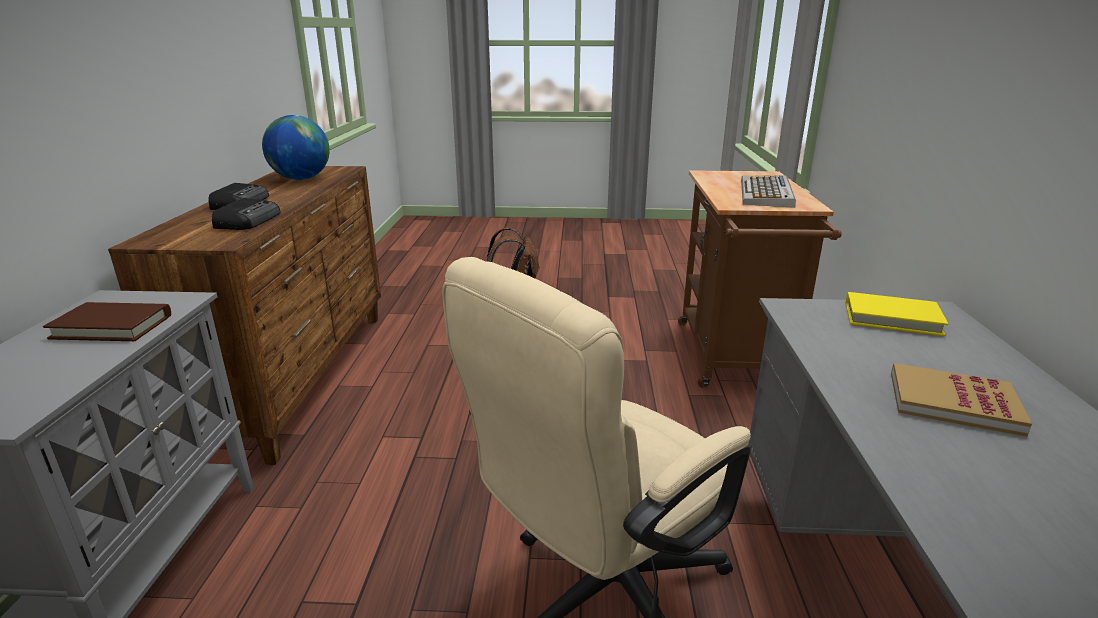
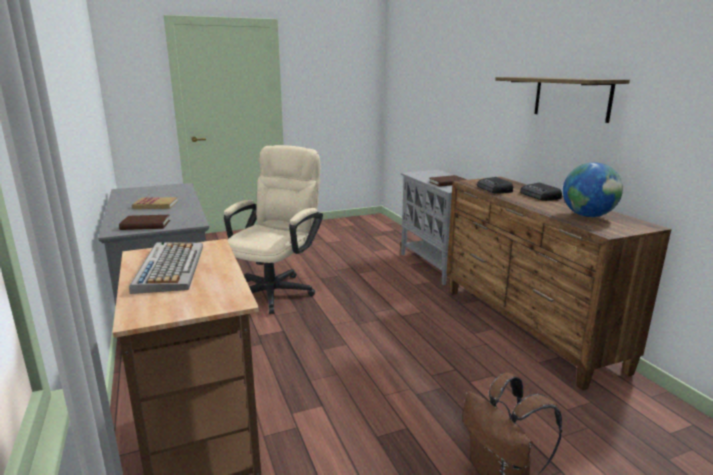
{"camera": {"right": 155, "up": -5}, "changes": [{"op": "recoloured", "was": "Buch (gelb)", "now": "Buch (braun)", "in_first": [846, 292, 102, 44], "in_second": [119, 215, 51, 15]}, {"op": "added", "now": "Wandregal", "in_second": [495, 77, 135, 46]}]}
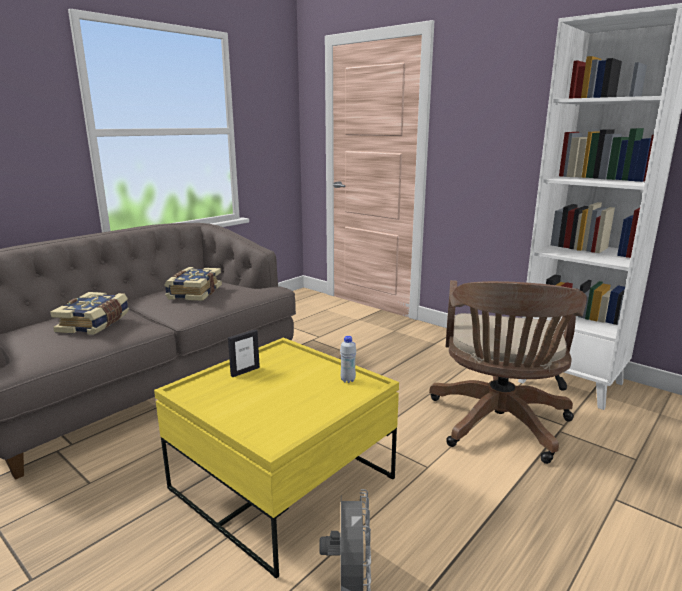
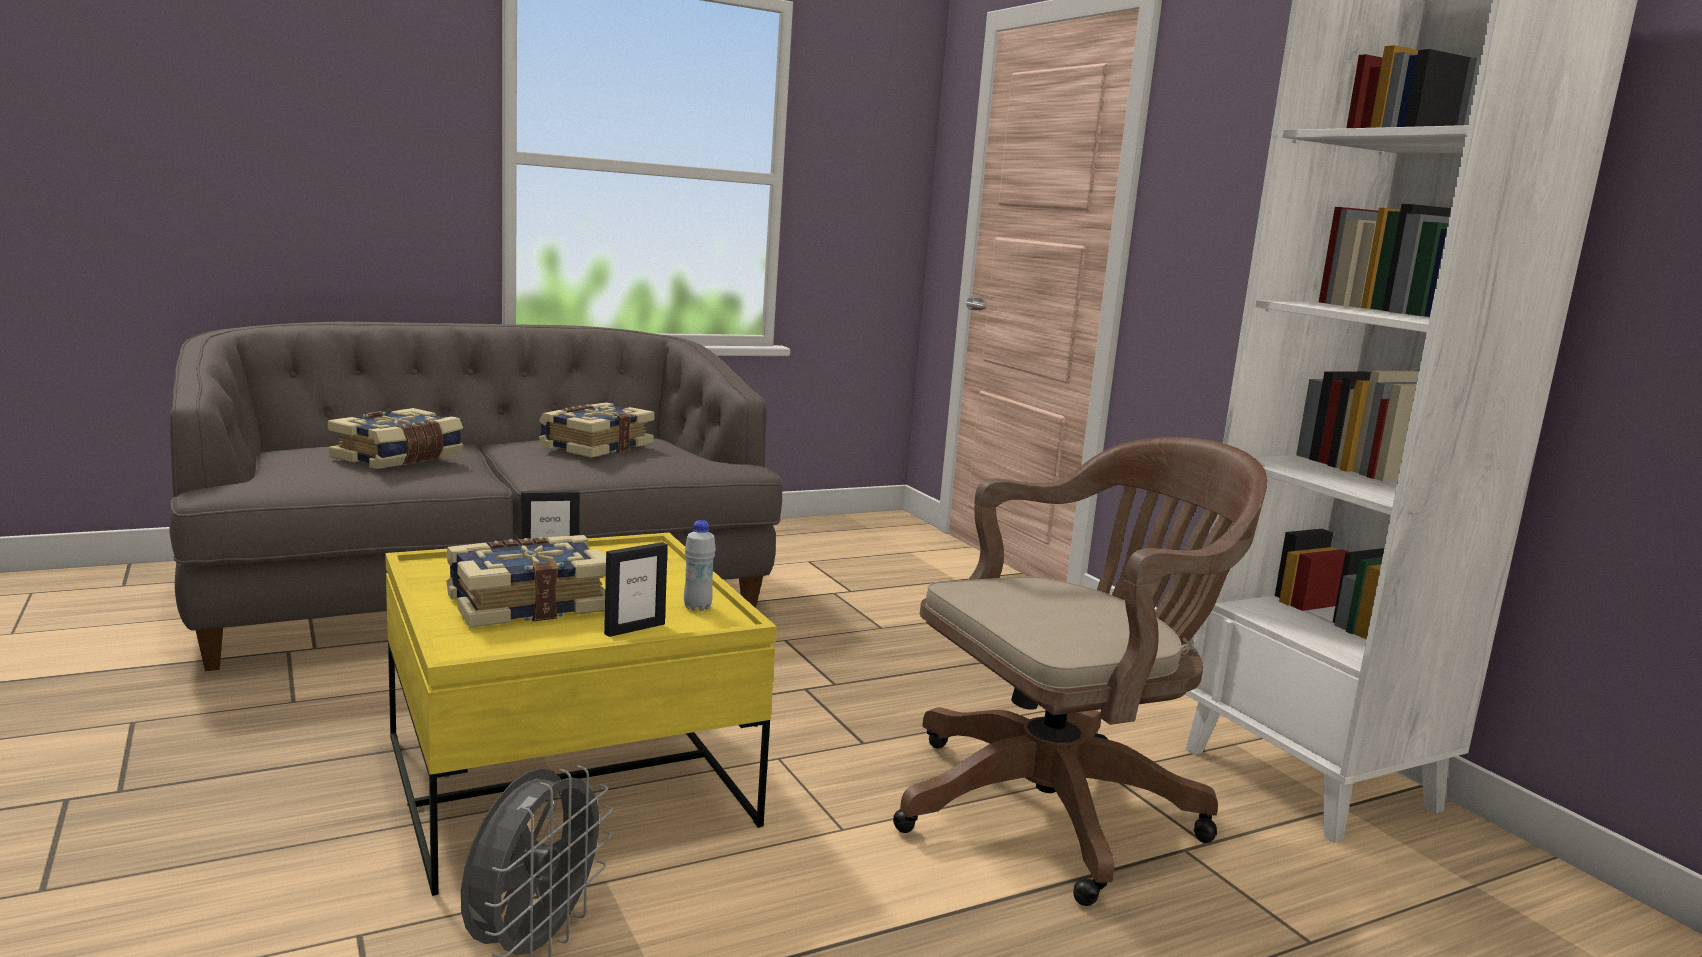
{"camera": {"right": 20, "up": -5}, "changes": [{"op": "added", "now": "Buch", "in_second": [446, 535, 160, 92]}, {"op": "added", "now": "Bilderrahmen", "in_second": [604, 542, 64, 95]}, {"op": "turned", "was": "Bürostuhl (braun)", "in_first": [429, 280, 158, 184], "in_second": [893, 437, 375, 469], "clockwise": -150}]}
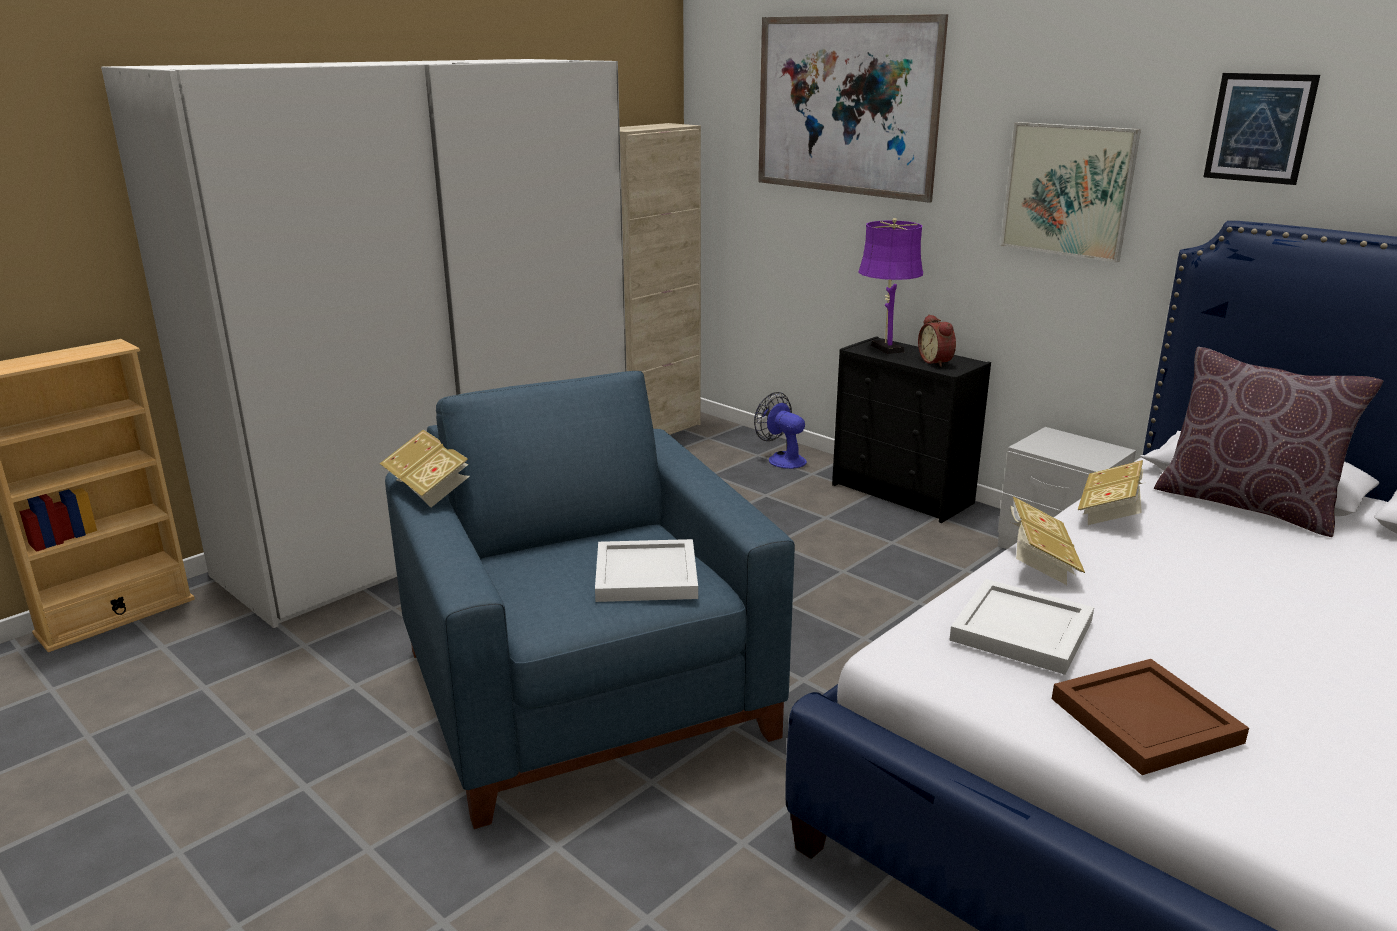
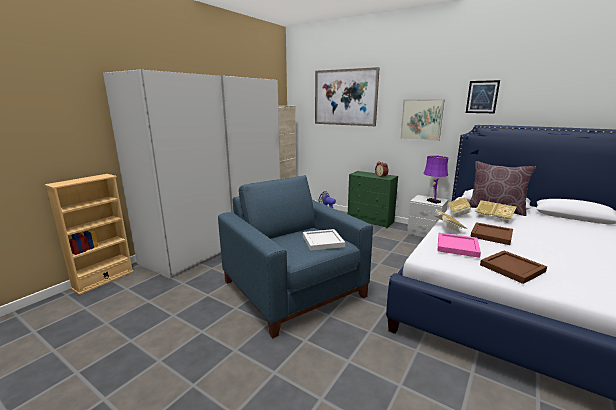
{"camera": {"right": -10, "up": -5}, "changes": [{"op": "recoloured", "was": "Kommode (schwarz)", "now": "Kommode (grün)", "in_first": [832, 336, 159, 187], "in_second": [348, 171, 50, 57]}, {"op": "moved", "was": "Tischlampe (lila)", "in_first": [858, 218, 65, 136], "in_second": [423, 155, 25, 49]}, {"op": "recoloured", "was": "Tablett (weiß)", "now": "Tablett (rosa)", "in_first": [949, 579, 145, 96], "in_second": [438, 233, 43, 25]}, {"op": "added", "now": "Tablett (braun)", "in_second": [470, 222, 43, 23]}, {"op": "moved", "was": "Buch", "in_first": [380, 430, 90, 77], "in_second": [475, 200, 41, 23]}]}
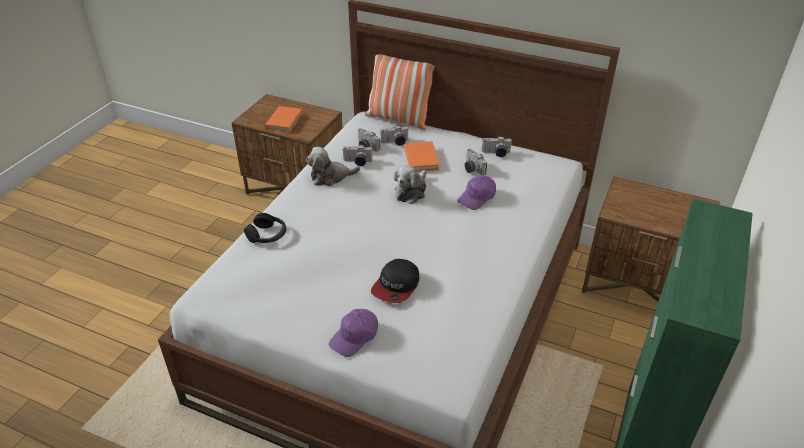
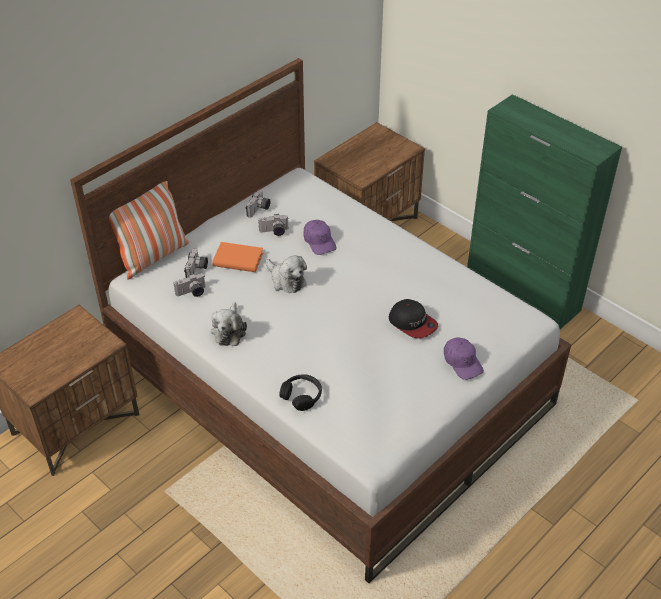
{"camera": {"right": -70, "up": 5}, "changes": [{"op": "removed", "was": "Buch (orange)", "in_first": [265, 106, 37, 27]}, {"op": "removed", "was": "Kamera", "in_first": [343, 145, 30, 21]}]}
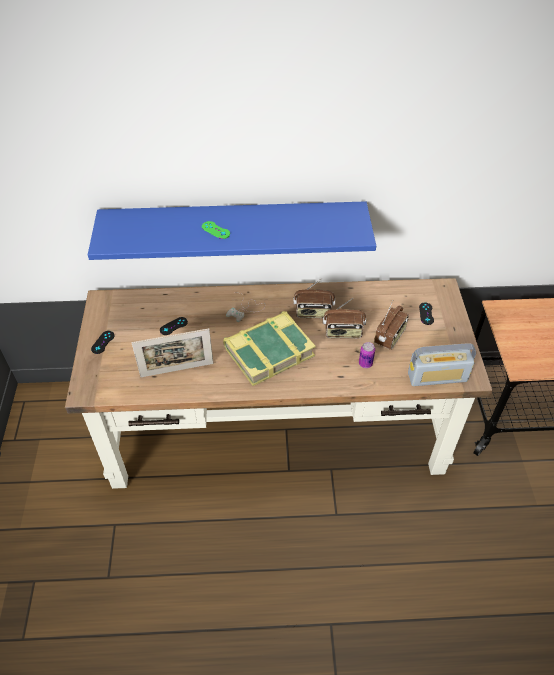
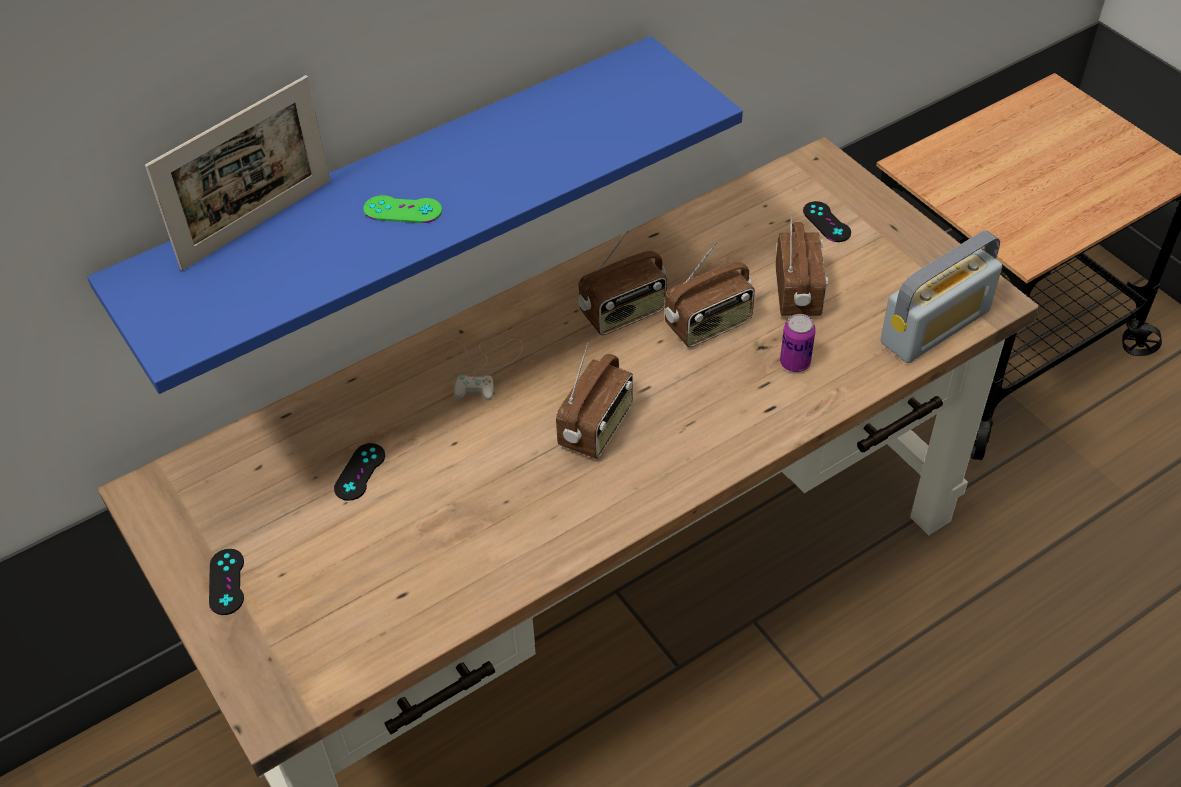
{"camera": {"right": -30, "up": 0}, "changes": [{"op": "moved", "was": "Bilderrahmen", "in_first": [132, 328, 82, 49], "in_second": [145, 75, 185, 196]}, {"op": "replaced", "was": "Buch", "now": "Radio", "in_first": [223, 311, 93, 75], "in_second": [556, 343, 77, 116]}]}
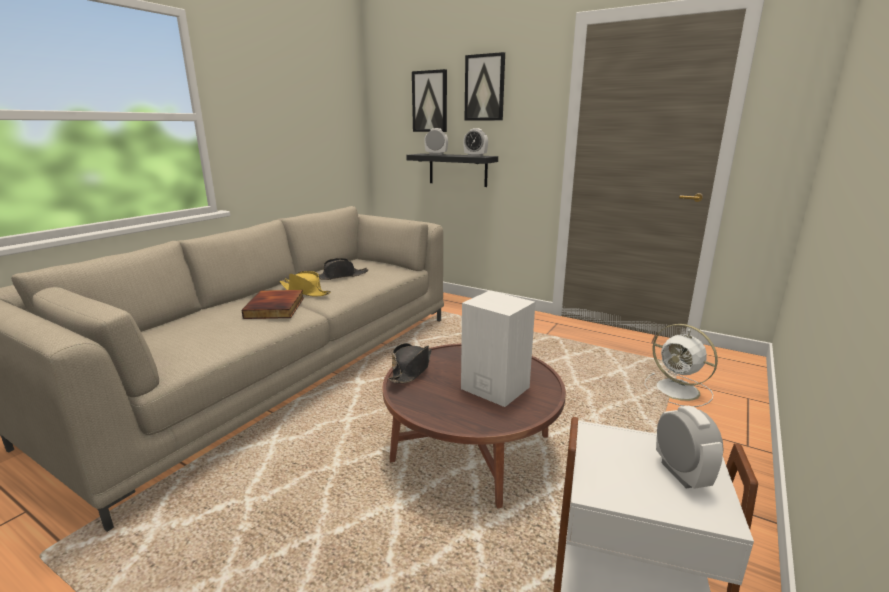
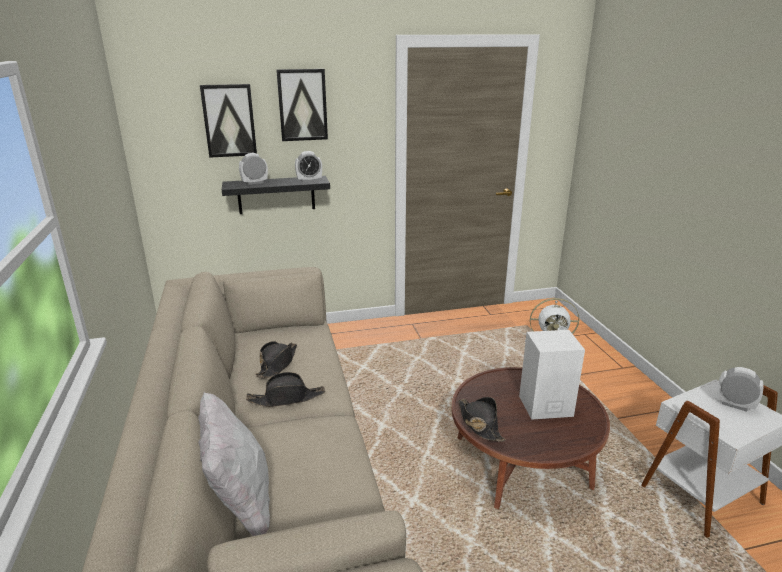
{"camera": {"right": -45, "up": 5}, "changes": [{"op": "added", "now": "Kissen (weiß)", "in_second": [198, 392, 72, 144]}, {"op": "recoloured", "was": "Hut (gelb)", "now": "Hut (schwarz)", "in_first": [279, 271, 52, 25], "in_second": [246, 372, 79, 35]}, {"op": "removed", "was": "Buch", "in_first": [242, 290, 62, 29]}]}
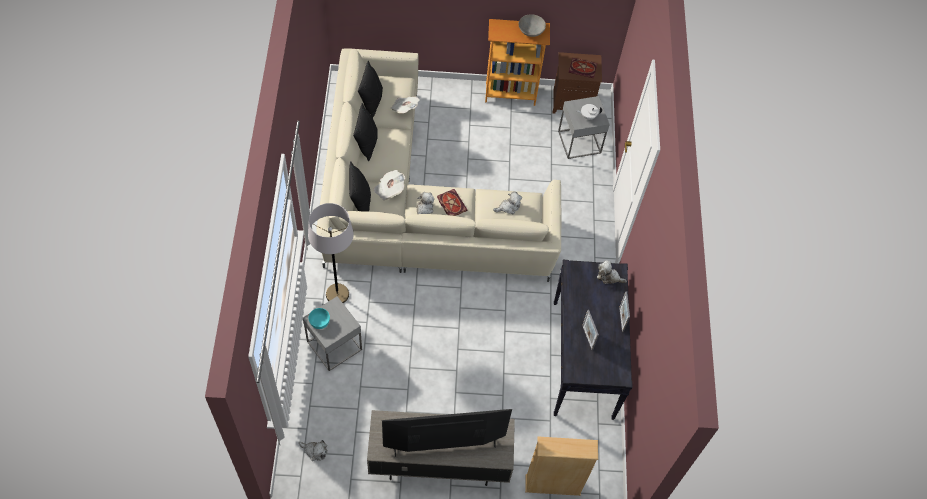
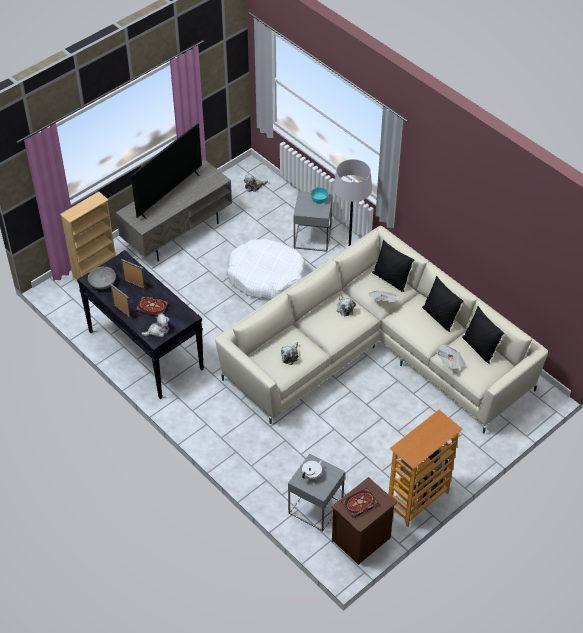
{"camera": {"right": 140, "up": -10}, "changes": [{"op": "moved", "was": "Schüssel (grau)", "in_first": [519, 14, 27, 23], "in_second": [88, 267, 28, 23]}, {"op": "moved", "was": "Buch", "in_first": [437, 189, 30, 27], "in_second": [135, 296, 33, 20]}, {"op": "added", "now": "Hundebett (weiß)", "in_second": [227, 239, 78, 61]}]}
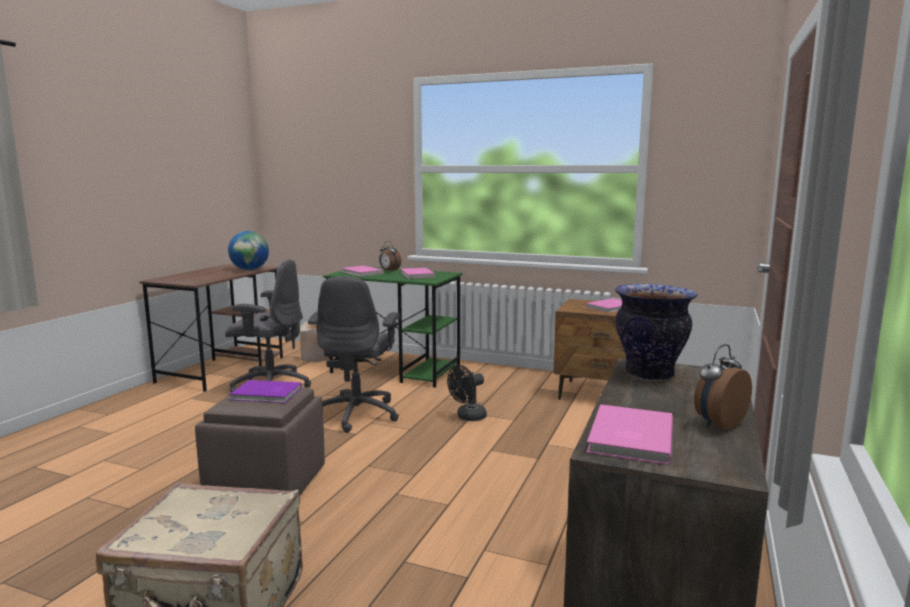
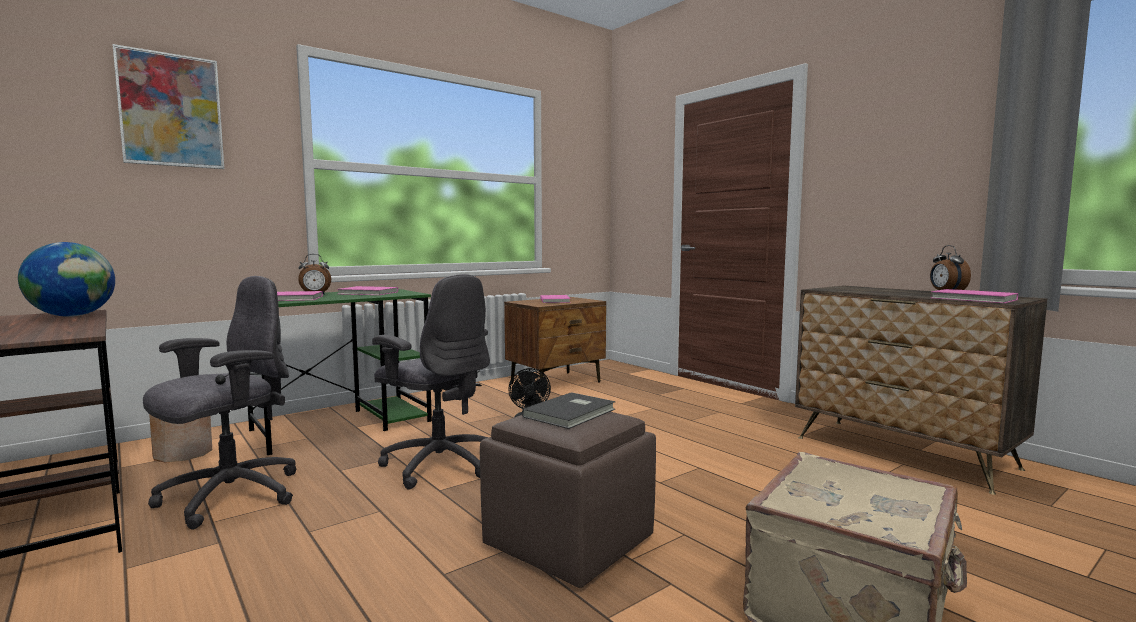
{"camera": {"right": -60, "up": -5}, "changes": [{"op": "added", "now": "Bild", "in_second": [113, 44, 112, 125]}, {"op": "recoloured", "was": "Buch (lila)", "now": "Buch (grau)", "in_first": [229, 380, 73, 23], "in_second": [522, 392, 93, 37]}, {"op": "removed", "was": "Vase", "in_first": [615, 284, 82, 97]}]}
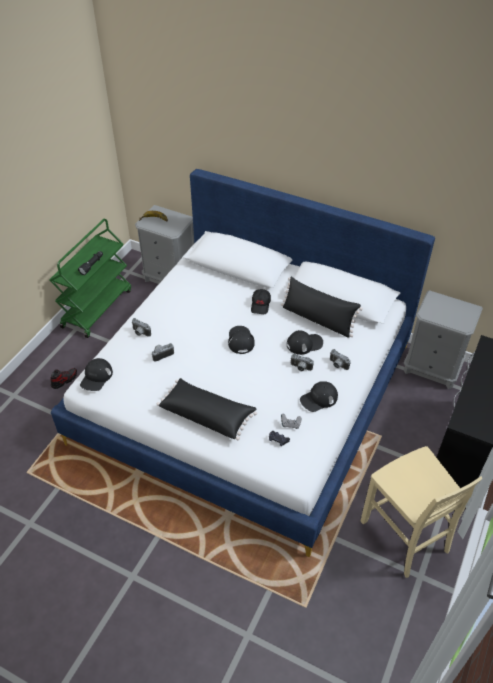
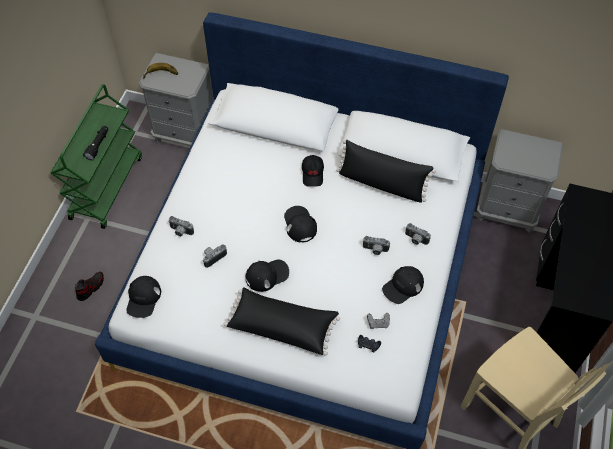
{"camera": {"right": -10, "up": 10}, "changes": [{"op": "moved", "was": "Kappe (schwarz)", "in_first": [287, 330, 36, 25], "in_second": [245, 260, 44, 32]}]}
